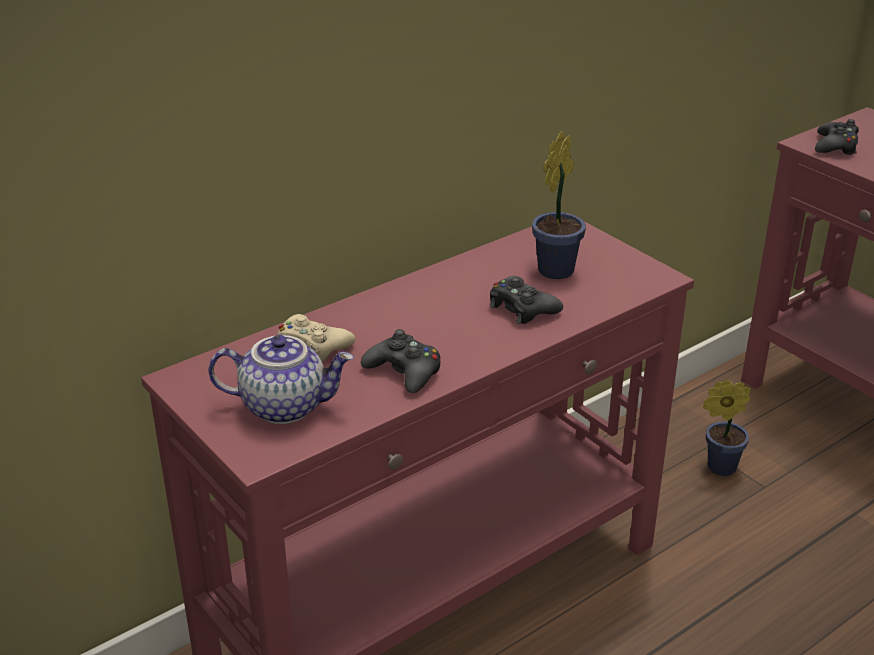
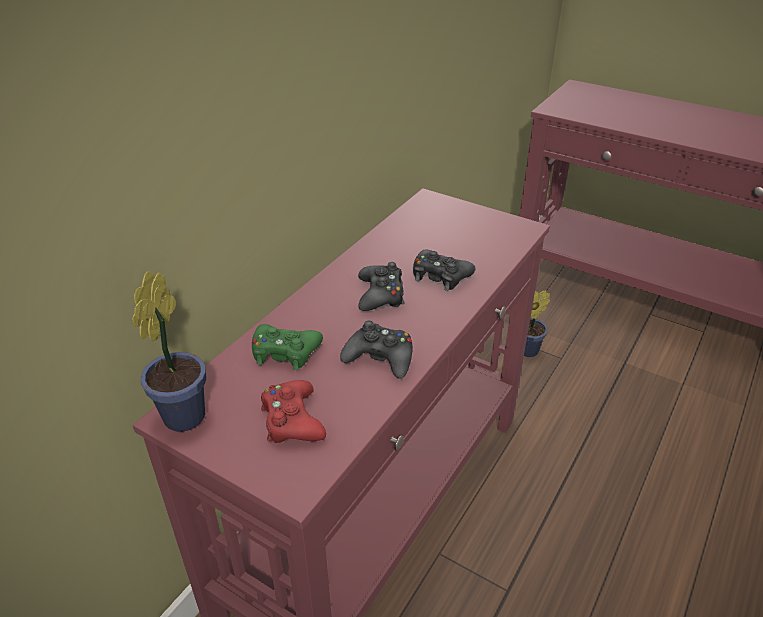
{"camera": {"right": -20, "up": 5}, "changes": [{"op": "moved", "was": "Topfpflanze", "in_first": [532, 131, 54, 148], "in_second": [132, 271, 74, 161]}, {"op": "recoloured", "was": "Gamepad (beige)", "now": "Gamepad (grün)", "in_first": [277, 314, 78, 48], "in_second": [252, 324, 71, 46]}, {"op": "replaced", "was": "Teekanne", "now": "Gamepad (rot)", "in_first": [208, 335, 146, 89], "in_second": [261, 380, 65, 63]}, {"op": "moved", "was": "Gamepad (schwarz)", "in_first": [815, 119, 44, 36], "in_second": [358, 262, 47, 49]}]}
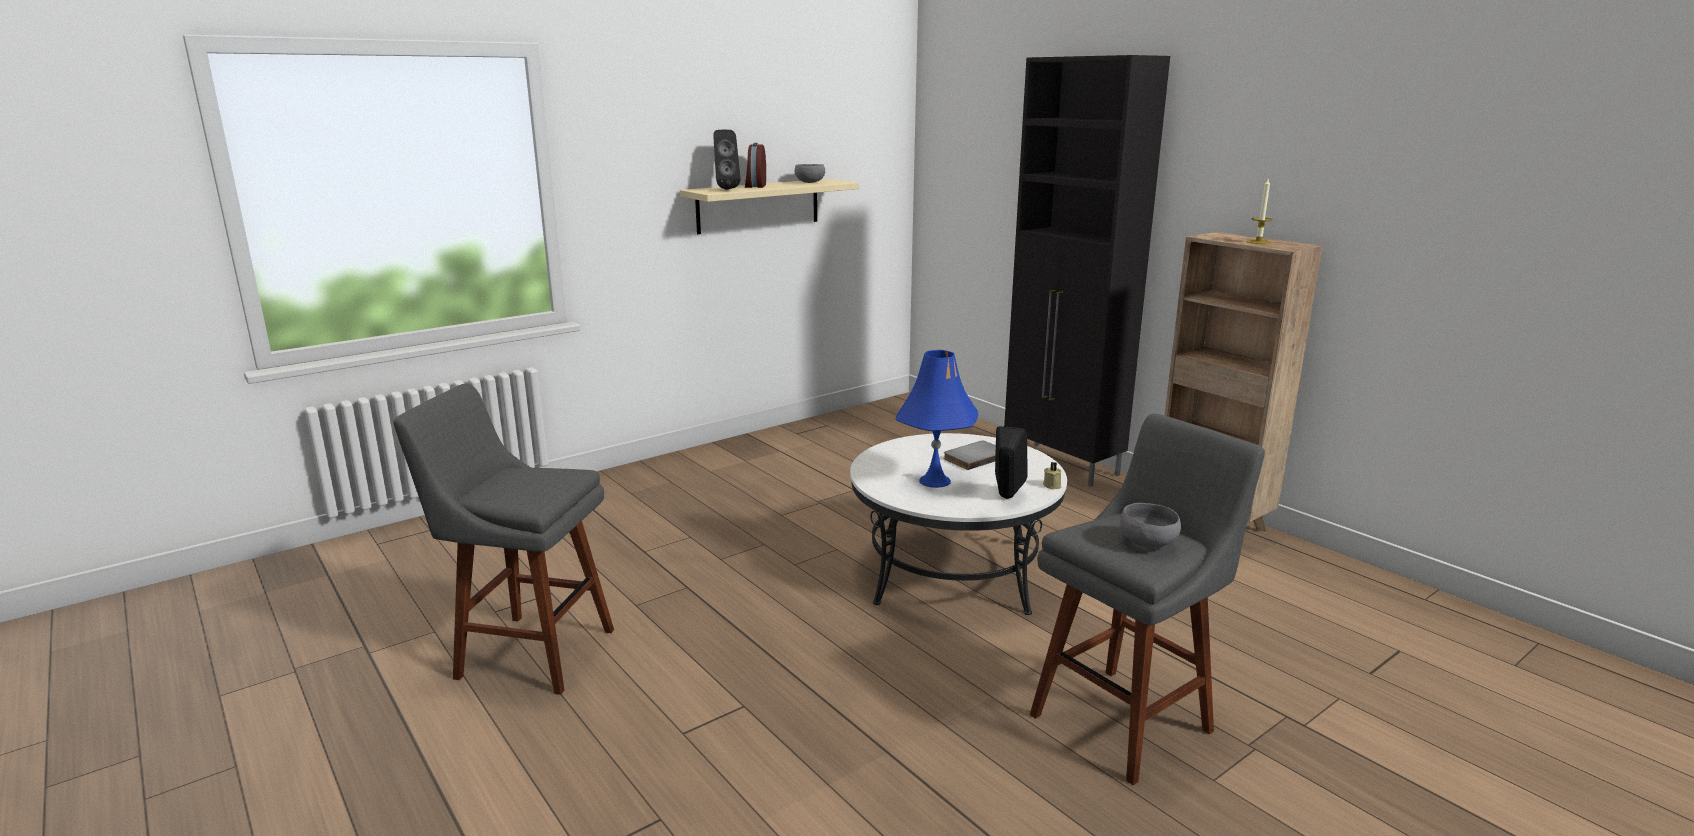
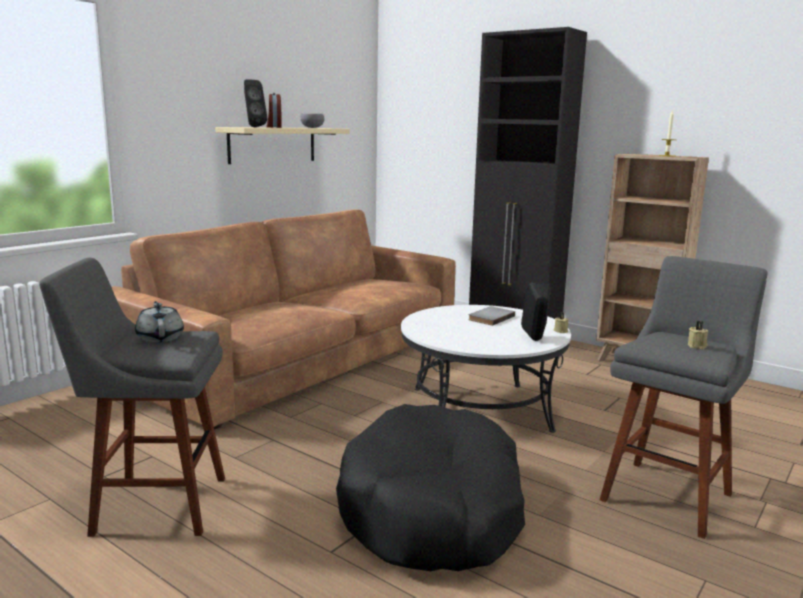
{"camera": {"right": -15, "up": -5}, "changes": [{"op": "added", "now": "Sofa (braun)", "in_second": [111, 209, 345, 220]}, {"op": "added", "now": "Teekanne (grau)", "in_second": [135, 301, 49, 42]}, {"op": "added", "now": "Hundebett (schwarz)", "in_second": [336, 404, 189, 167]}, {"op": "replaced", "was": "Schüssel (grau)", "now": "Kerze (beige)", "in_first": [1120, 503, 61, 45], "in_second": [688, 321, 20, 28]}, {"op": "removed", "was": "Tischlampe (blau)", "in_first": [895, 350, 83, 138]}]}
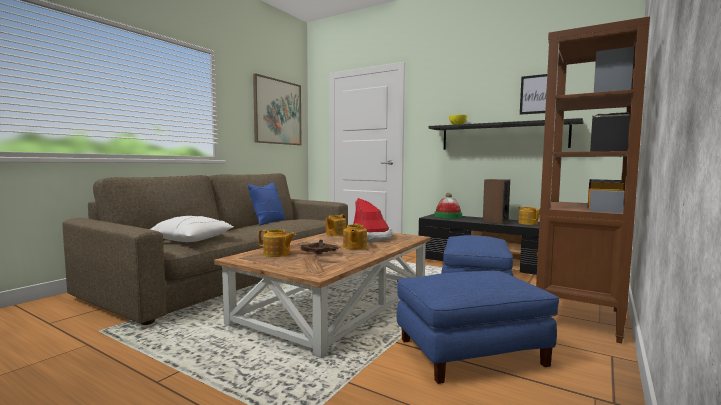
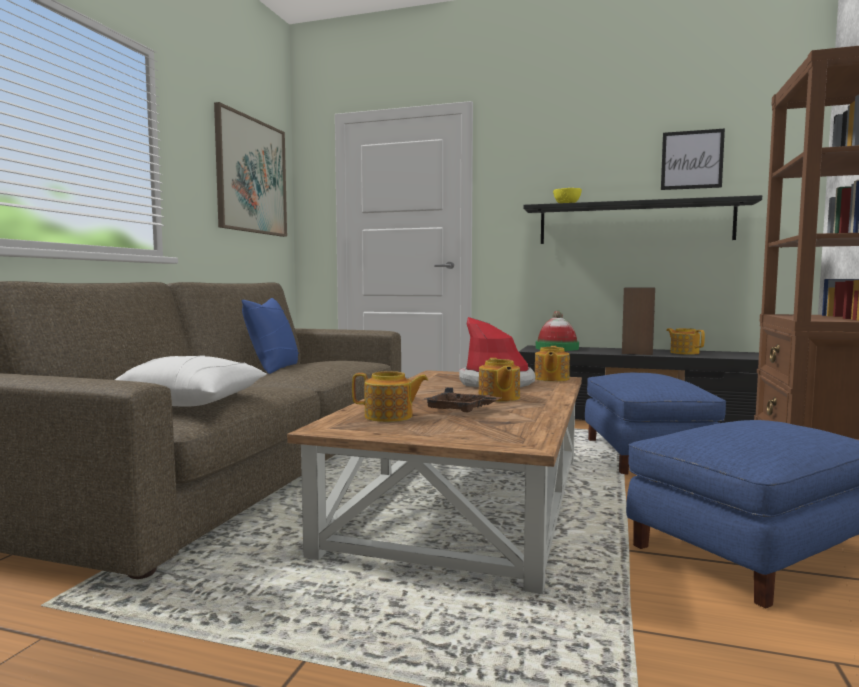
{"camera": {"right": -15, "up": 0}, "changes": [{"op": "moved", "was": "Teekanne", "in_first": [326, 214, 20, 22], "in_second": [535, 346, 35, 36]}]}
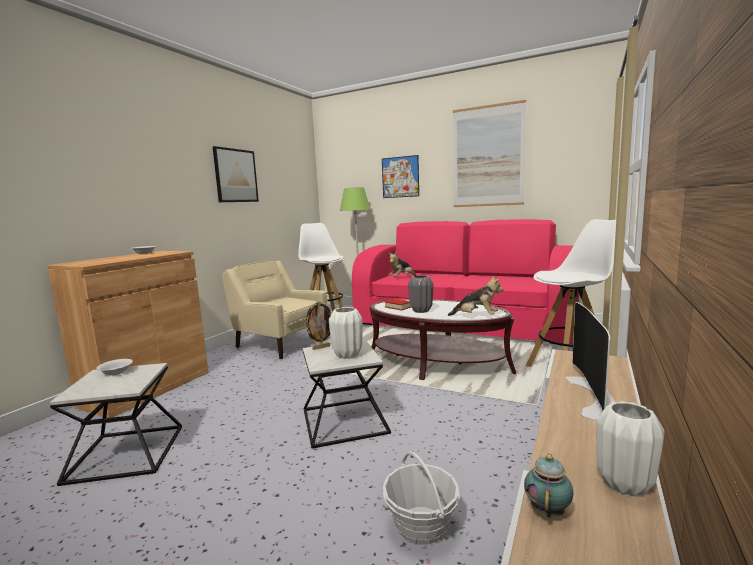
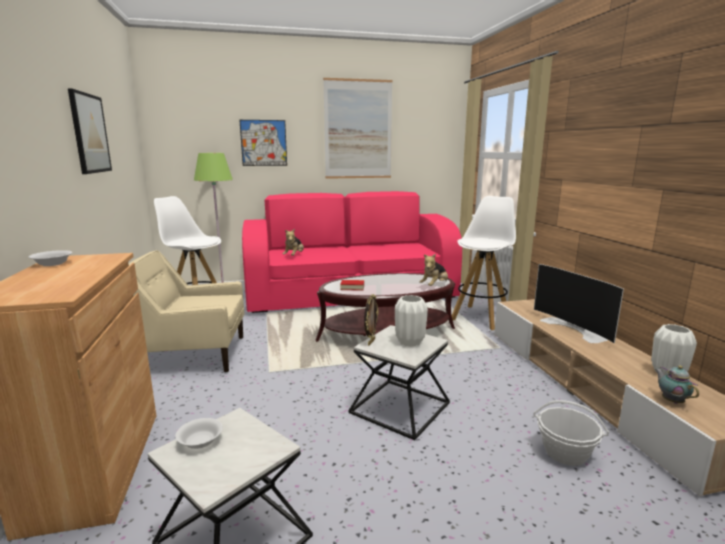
{"camera": {"right": -40, "up": 5}, "changes": [{"op": "turned", "was": "Plüschtier", "in_first": [448, 276, 56, 40], "in_second": [419, 254, 29, 32], "clockwise": 150}, {"op": "removed", "was": "Vase (grau)", "in_first": [408, 275, 25, 38]}]}
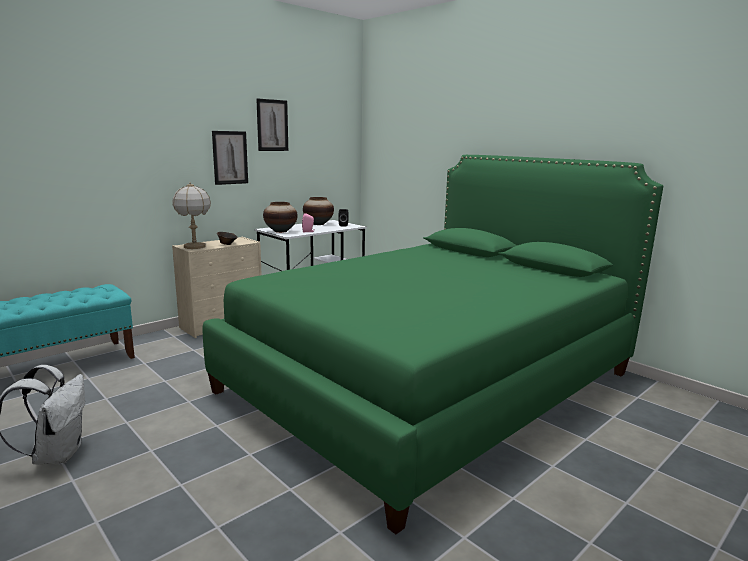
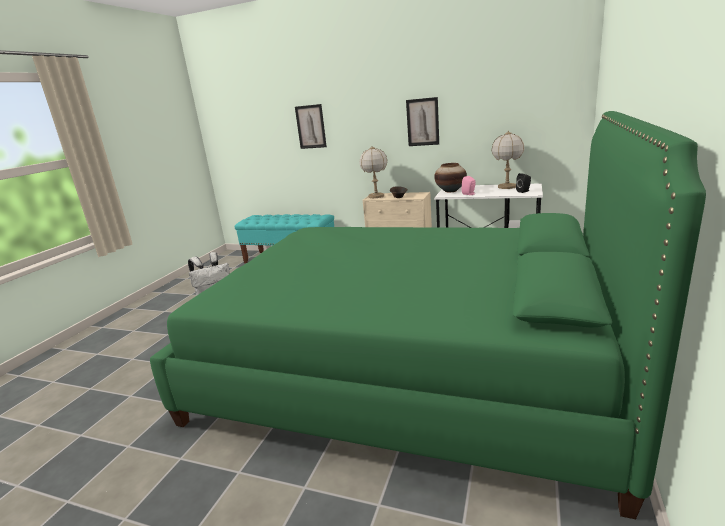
{"camera": {"right": 65, "up": 5}, "changes": [{"op": "moved", "was": "Bild", "in_first": [256, 98, 32, 53], "in_second": [295, 104, 32, 45]}, {"op": "replaced", "was": "Vase", "now": "Tischlampe", "in_first": [303, 197, 31, 28], "in_second": [491, 131, 33, 58]}]}
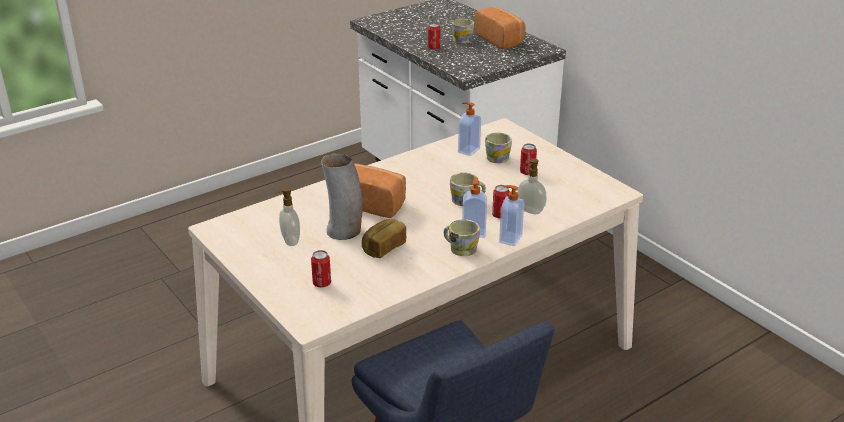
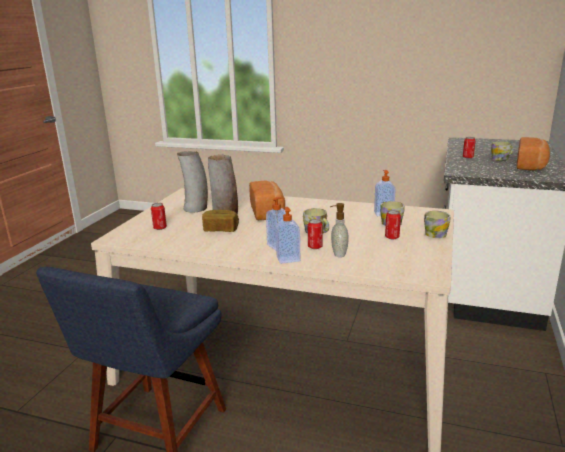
{"camera": {"right": 55, "up": -10}, "changes": [{"op": "replaced", "was": "Seifenspender", "now": "Vase", "in_first": [275, 187, 25, 59], "in_second": [177, 151, 31, 62]}, {"op": "moved", "was": "Henkelbecher", "in_first": [444, 219, 36, 37], "in_second": [424, 211, 27, 27]}]}
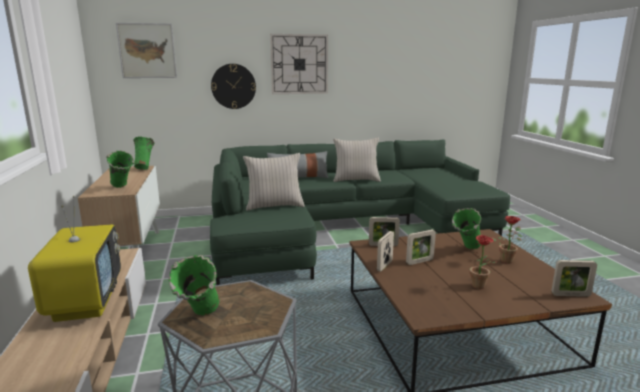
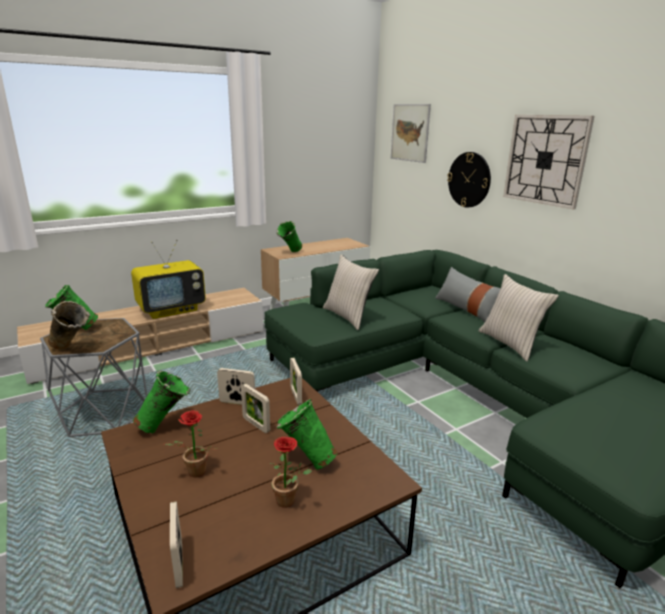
{"camera": {"right": 70, "up": 5}, "changes": [{"op": "added", "now": "Vase (beige)", "in_second": [48, 301, 43, 49]}, {"op": "moved", "was": "Vase (grün)", "in_first": [133, 136, 21, 34], "in_second": [133, 371, 58, 62]}]}
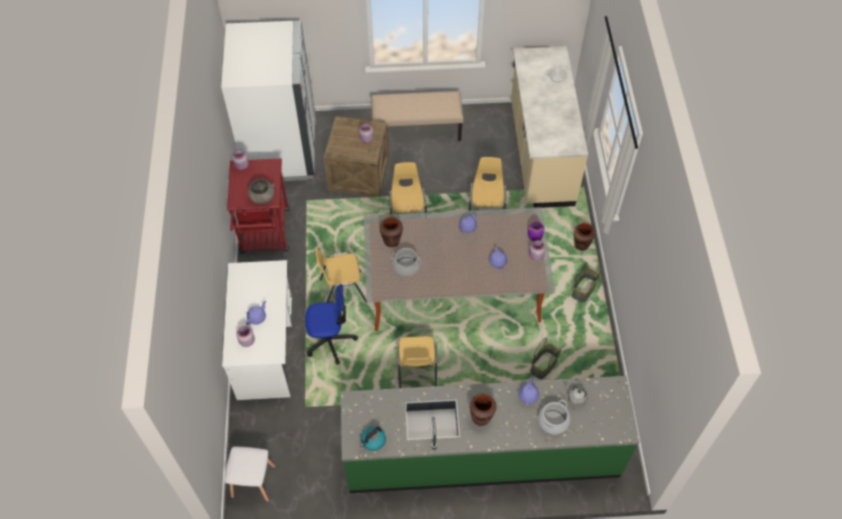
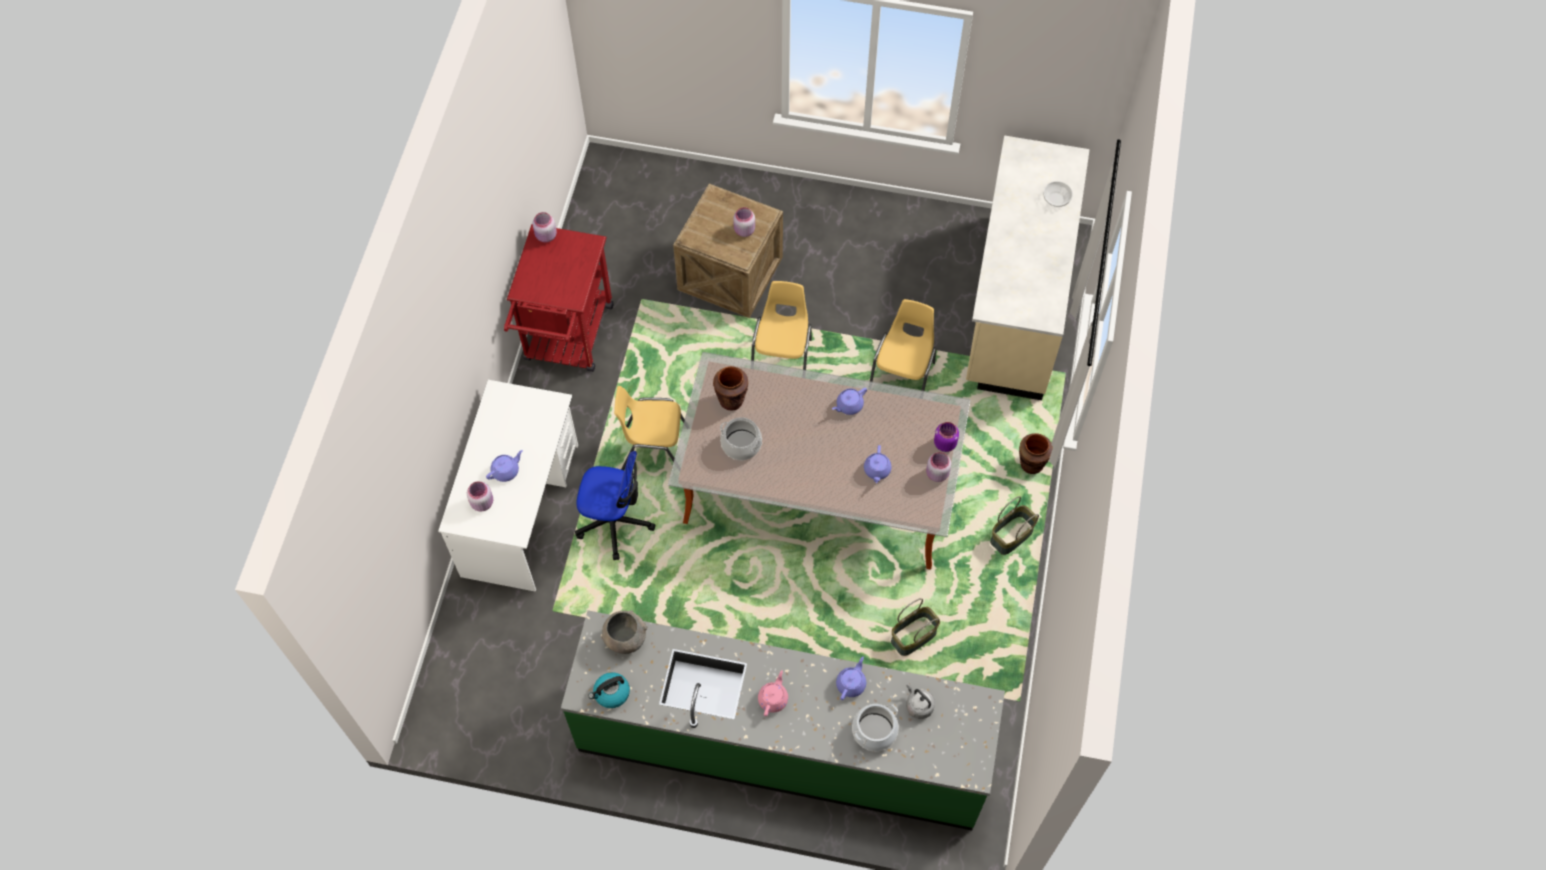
{"camera": {"right": 15, "up": 5}, "changes": [{"op": "moved", "was": "Schüssel (grau)", "in_first": [248, 179, 27, 26], "in_second": [602, 610, 46, 44]}, {"op": "replaced", "was": "Vase (braun)", "now": "Teekanne (rosa)", "in_first": [469, 394, 28, 32], "in_second": [758, 670, 30, 47]}, {"op": "removed", "was": "Kühlschrank (weiß)", "in_first": [221, 20, 95, 161]}, {"op": "removed", "was": "Hocker (weiß)", "in_first": [224, 447, 51, 55]}, {"op": "removed", "was": "Bank (beige)", "in_first": [371, 91, 93, 50]}, {"op": "removed", "was": "Stuhl (gelb)", "in_first": [396, 336, 41, 52]}]}
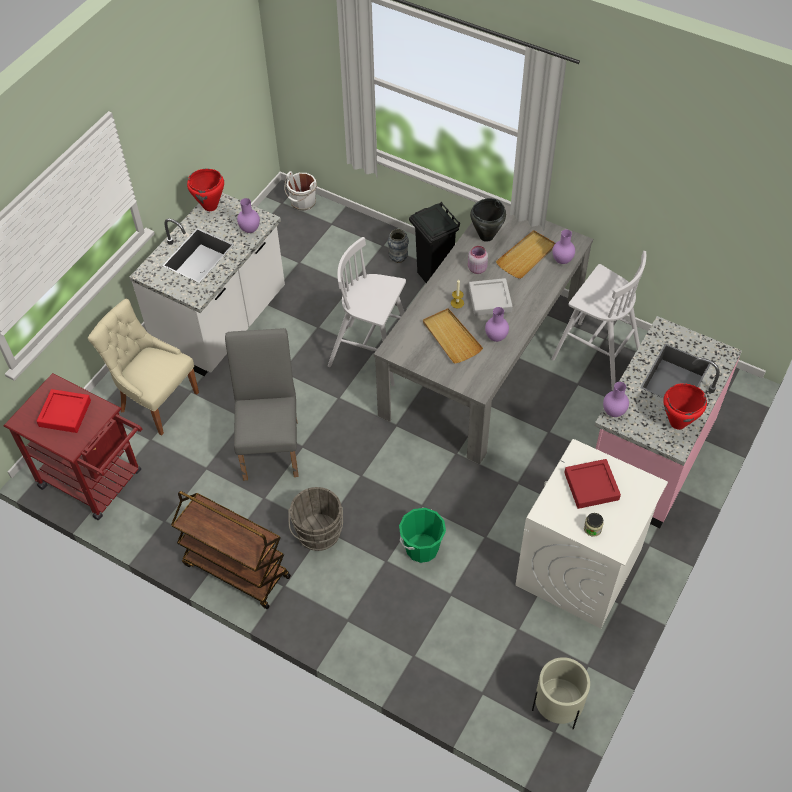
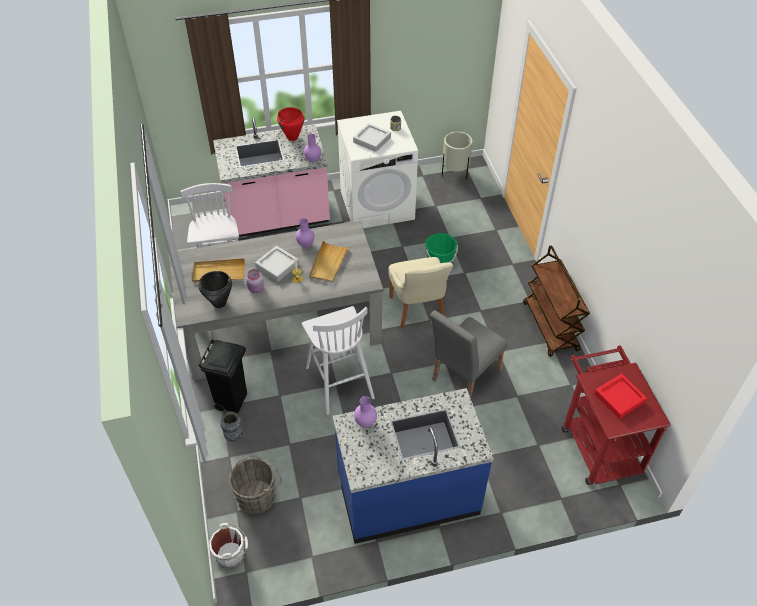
{"camera": {"right": -135, "up": -5}, "changes": [{"op": "moved", "was": "Eimer (grau)", "in_first": [288, 487, 55, 64], "in_second": [229, 456, 52, 58]}, {"op": "recoloured", "was": "Küchenzeile (weiß)", "now": "Küchenzeile (blau)", "in_first": [129, 193, 156, 183], "in_second": [332, 388, 162, 156]}, {"op": "recoloured", "was": "Tablett (rot)", "now": "Tablett (grau)", "in_first": [564, 459, 57, 50], "in_second": [353, 123, 38, 29]}, {"op": "moved", "was": "Stuhl (beige)", "in_first": [88, 299, 111, 137], "in_second": [389, 257, 64, 72]}, {"op": "removed", "was": "Kochtopf (rot)", "in_first": [187, 169, 37, 42]}, {"op": "removed", "was": "Vase (lila)", "in_first": [552, 230, 23, 34]}]}
